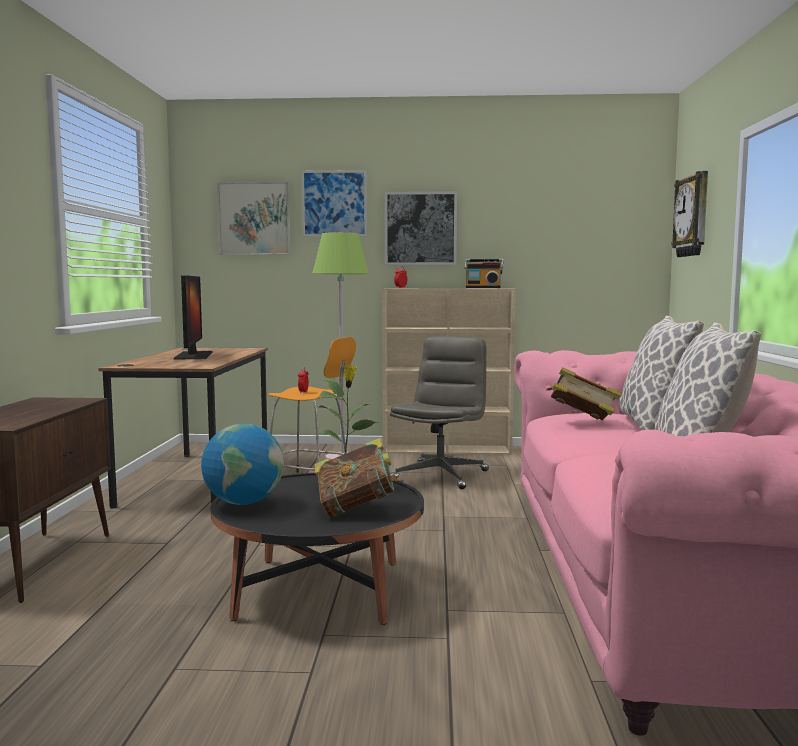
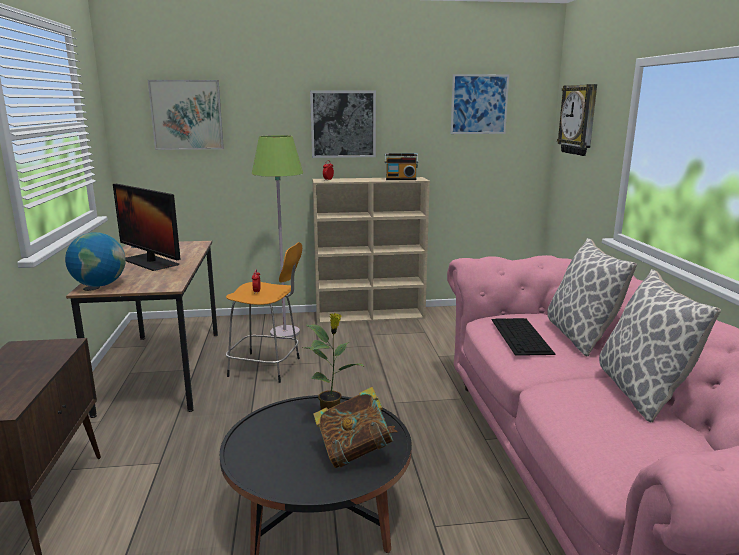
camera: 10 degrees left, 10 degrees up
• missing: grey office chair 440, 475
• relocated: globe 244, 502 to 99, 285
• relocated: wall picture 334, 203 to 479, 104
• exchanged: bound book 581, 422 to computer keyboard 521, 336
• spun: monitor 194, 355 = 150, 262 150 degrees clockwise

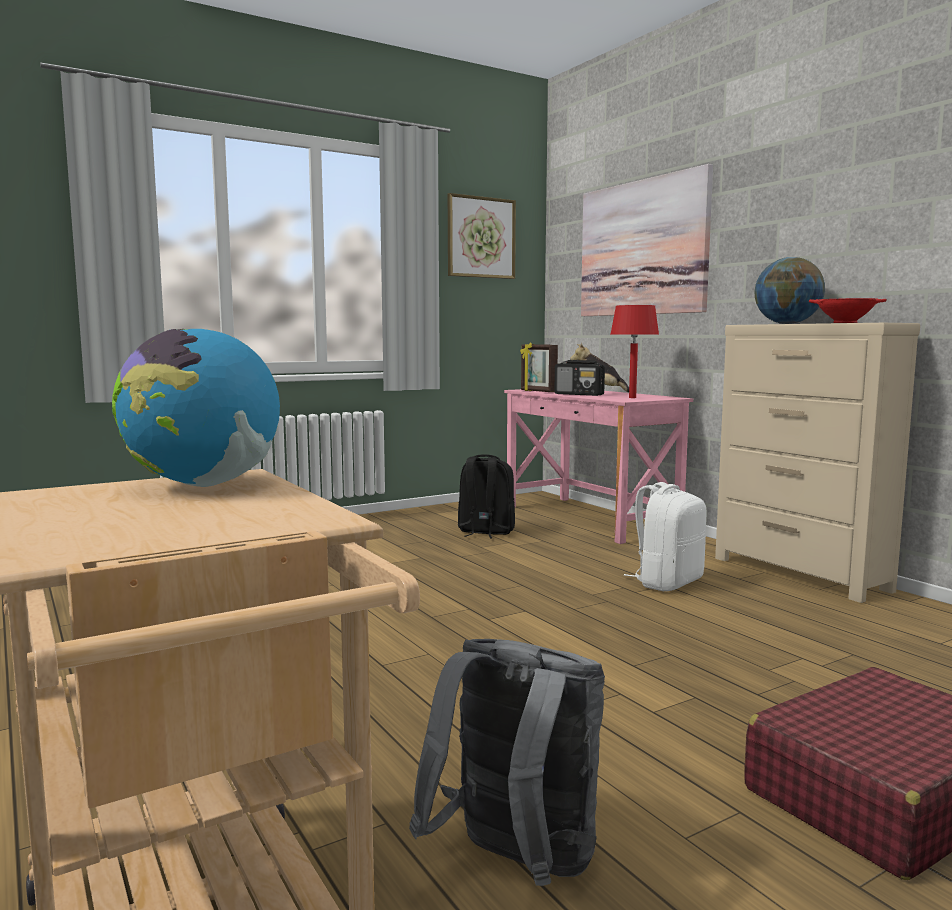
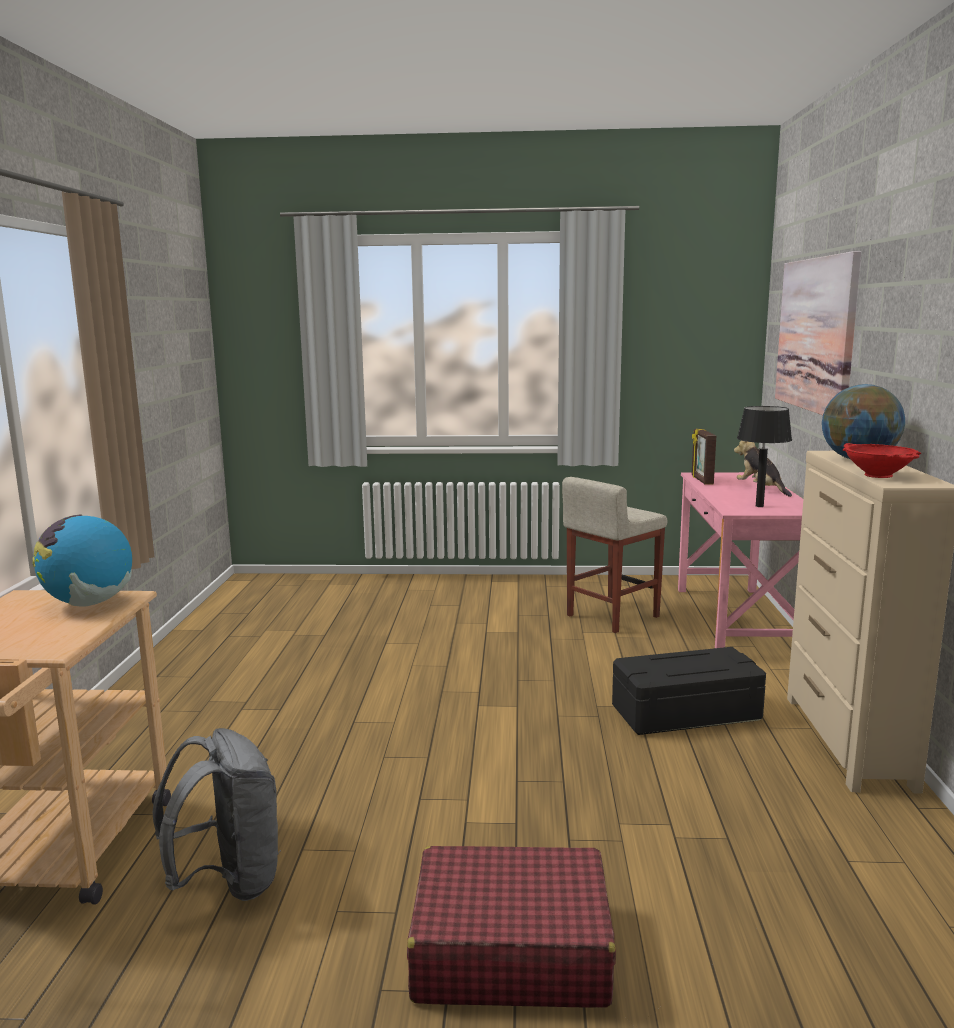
camera: 35 degrees right, 5 degrees up
• missing: wall picture 481, 237
• missing: radio 579, 394
• exchanged: black-coloured rucksack 485, 532 to beige-coloured stool 611, 616
• exchanged: white-coloured rucksack 667, 582 to black-coloured storage box 686, 712
• colour: reddish tabletop lamp 632, 397 to black-coloured tabletop lamp 760, 506

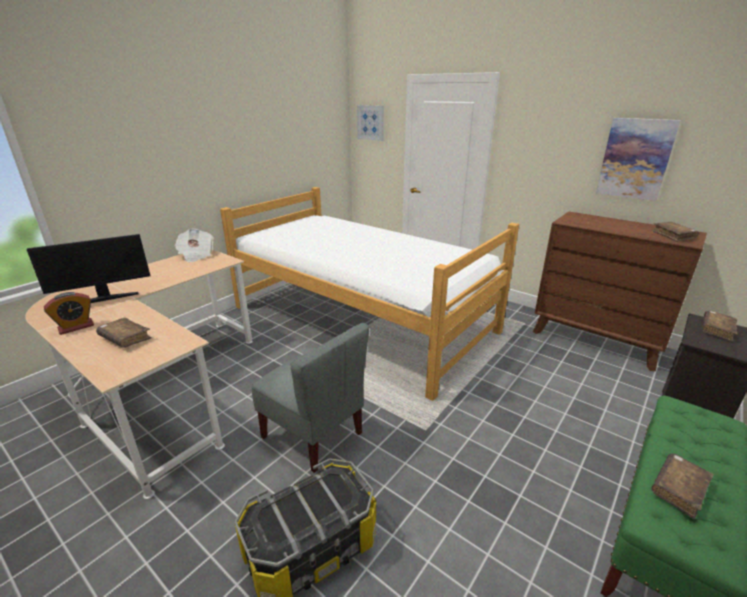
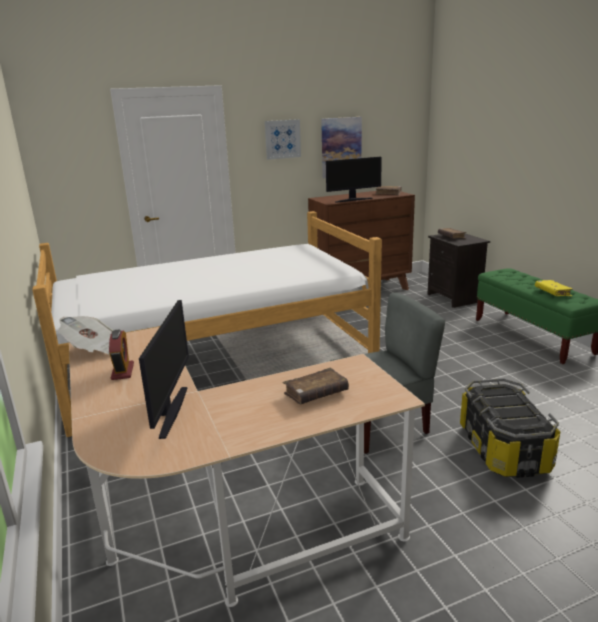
camera: 60 degrees left, 5 degrees down
• appeared: monitor 353, 200
• relocated: alarm clock 76, 327 to 122, 371
• relocated: wall picture 370, 122 to 282, 139
• colour: brownish bound book 678, 489 to yellow bound book 552, 292

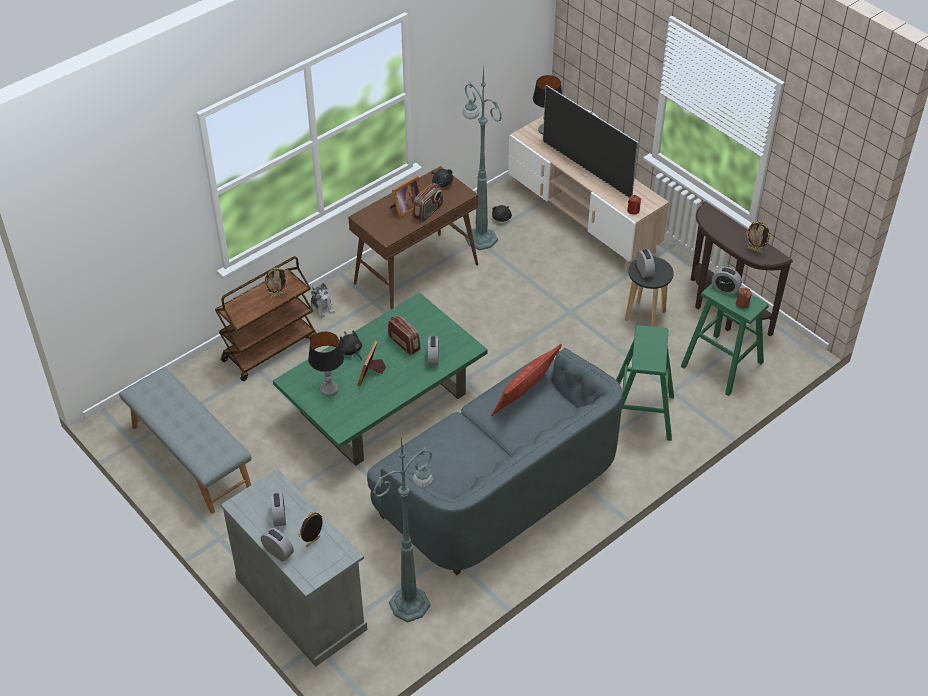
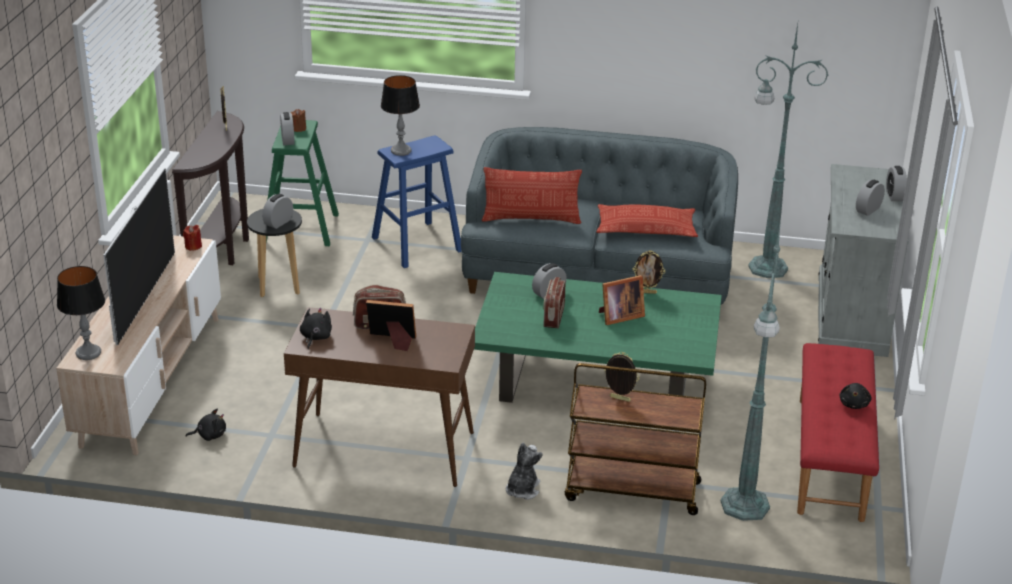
camera: 130 degrees left, 15 degrees down
• appeared: cushion 646, 228
• relocated: picture frame 313, 542 to 647, 292
• relocated: tabletop lamp 329, 389 to 401, 151
• relocated: black-coloured cuddly toy 351, 351 to 854, 404
• relocated: greenish standard lamp 480, 238 to 744, 506
• colour: grey long seat 190, 457 to reddish long seat 831, 458
• colour: greenish stool 641, 414 to bluish stool 417, 244

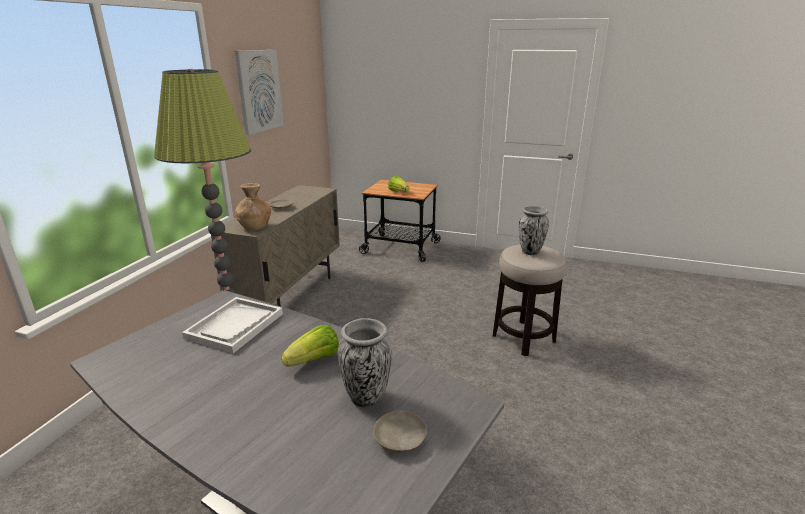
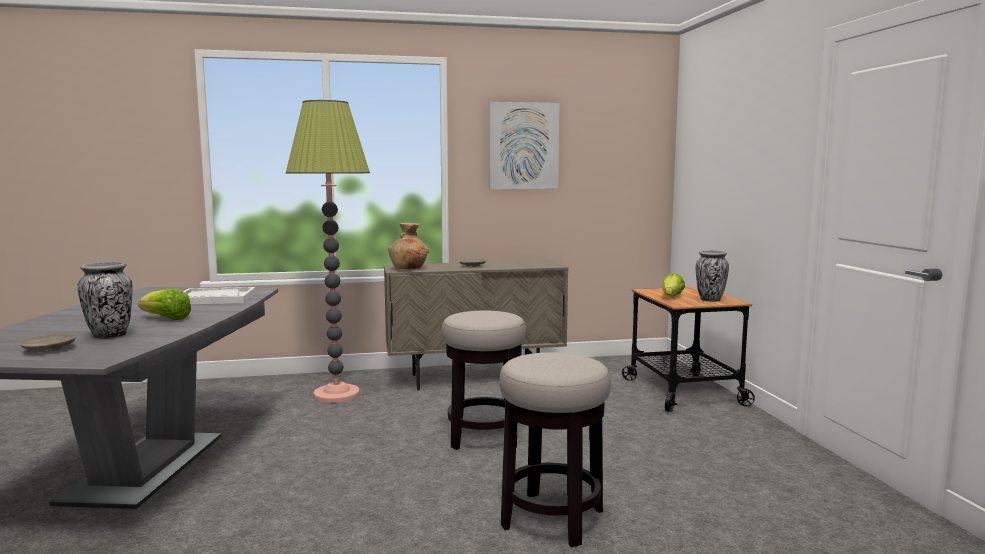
camera: 60 degrees right, 15 degrees down
• appeared: stool 484, 437
• relocated: decorative vase 530, 252 to 710, 300

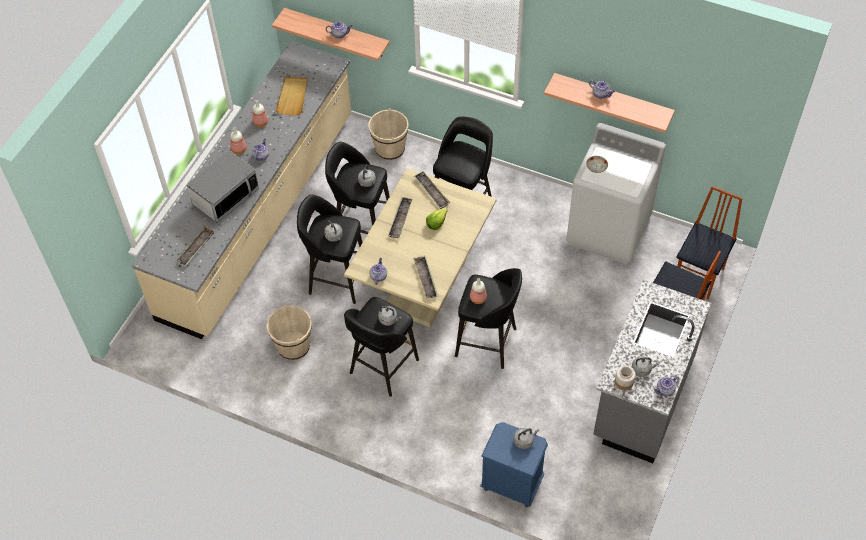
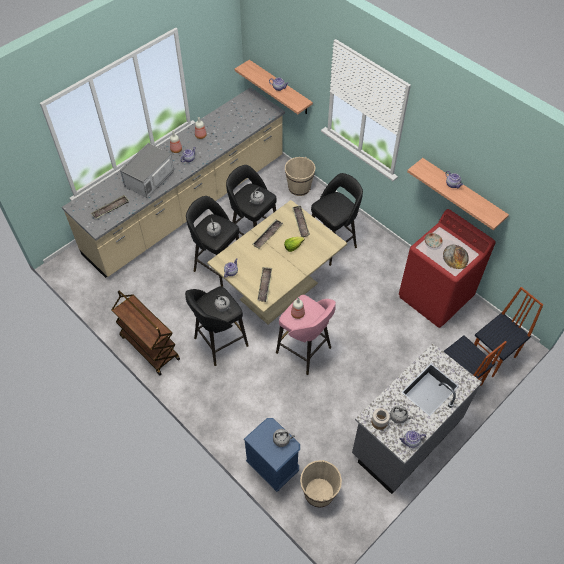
camera: 20 degrees right, 0 degrees up
• missing: beige-coloured tray 292, 97
• appeared: brownish wheeled cart 149, 347
• appeared: bakery bread 455, 257
• relocated: beige-coloured pail 293, 346 to 319, 493
• colour: black-coloured stool 488, 343 to pink-coloured stool 305, 351
• colour: white-coloured washing machine 609, 230 to reddish washing machine 435, 297
• spun: kitchen microwave 226, 197 = 150, 180 150 degrees clockwise

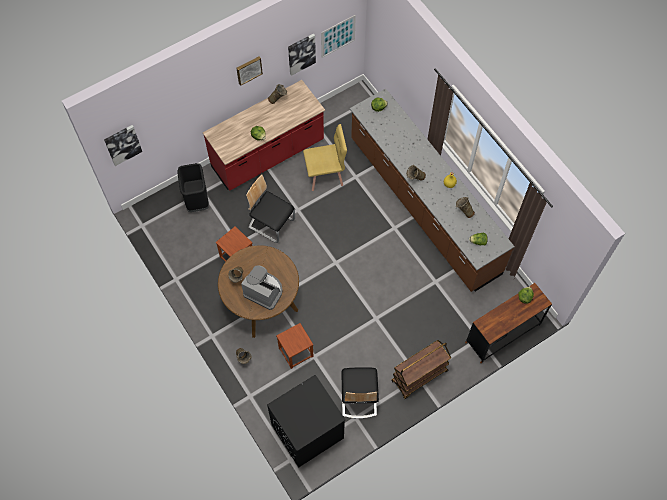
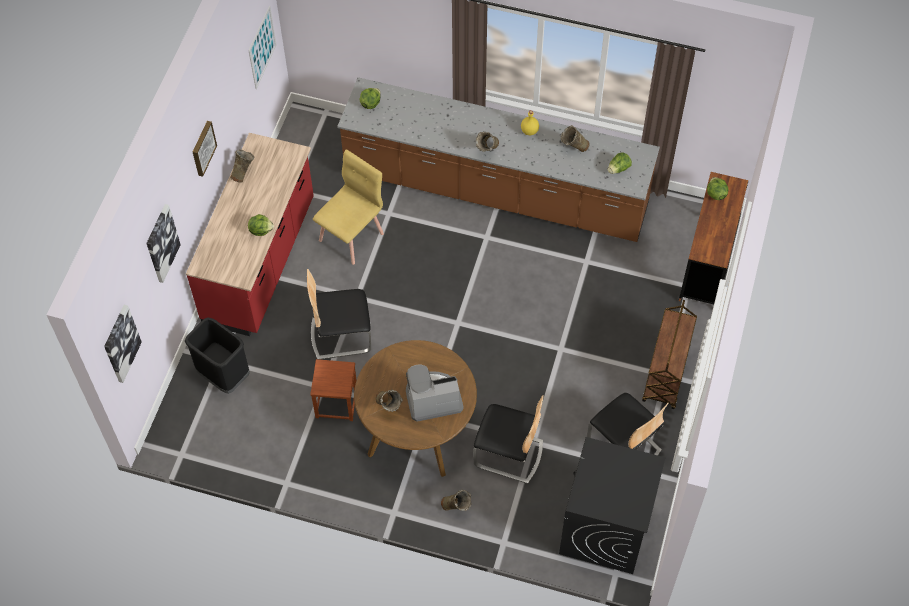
camera: 40 degrees left, 5 degrees down
• relocated: wall picture 301, 53 to 161, 243
• exchanged: brownish stool 296, 352 to plain chair 509, 454

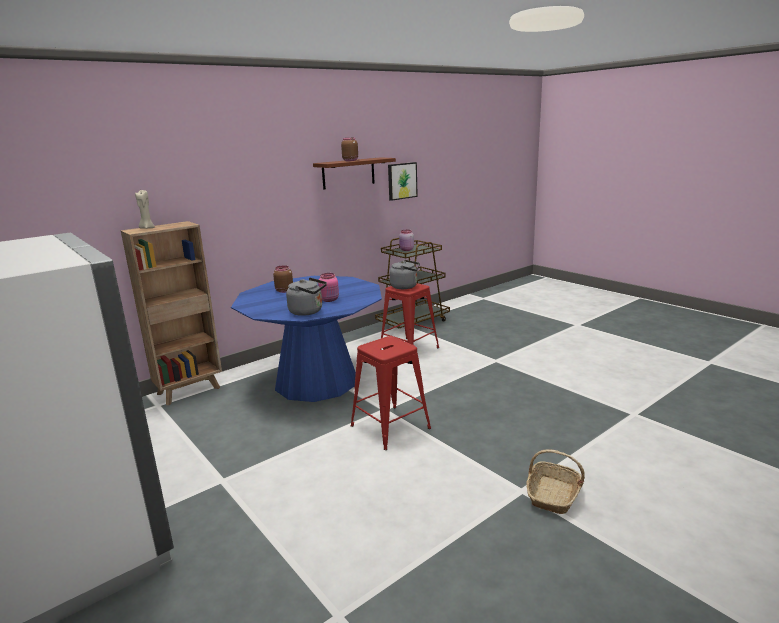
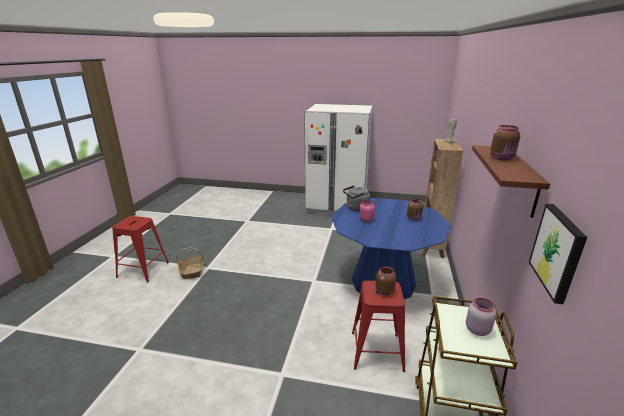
camera: 140 degrees right, 5 degrees up
• relocated: reddish stool 390, 427 to 143, 270
• exchanged: grey kettle 405, 286 to brownish storage jar 384, 291

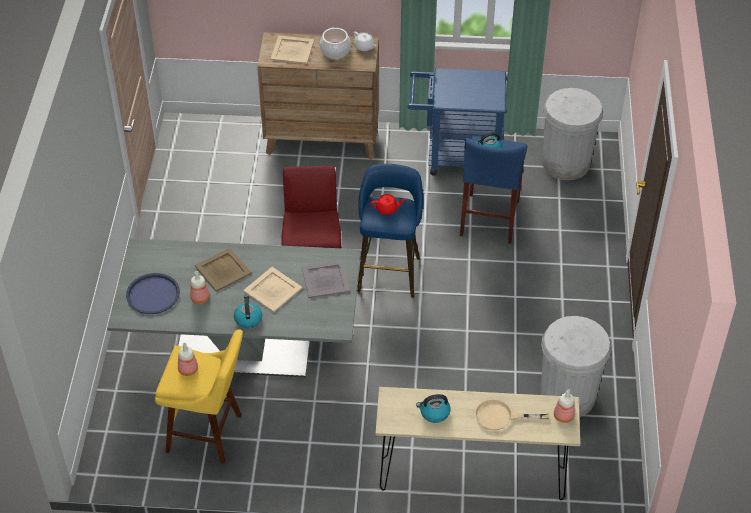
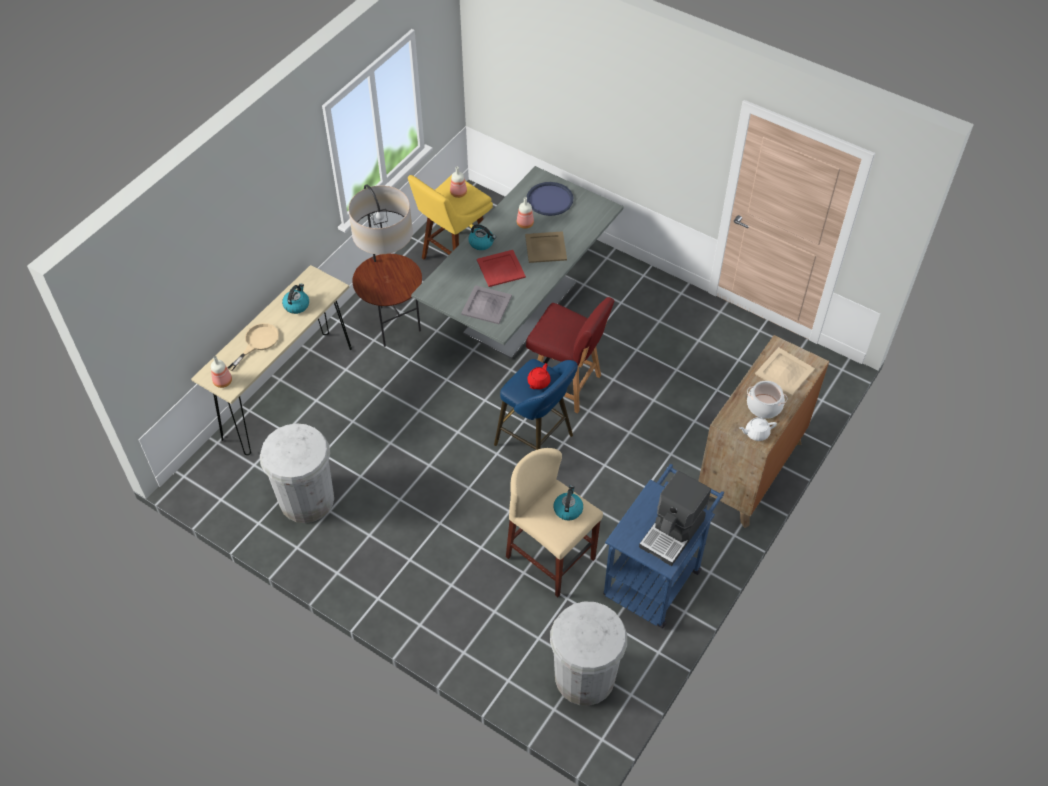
camera: 120 degrees right, 5 degrees up
• appeared: standard lamp 393, 324
• appeared: coffee maker 673, 533
• colour: beige-coloured tray 273, 290 to reddish tray 500, 269
• colour: bluish stool 490, 218 to beige-coloured stool 551, 558

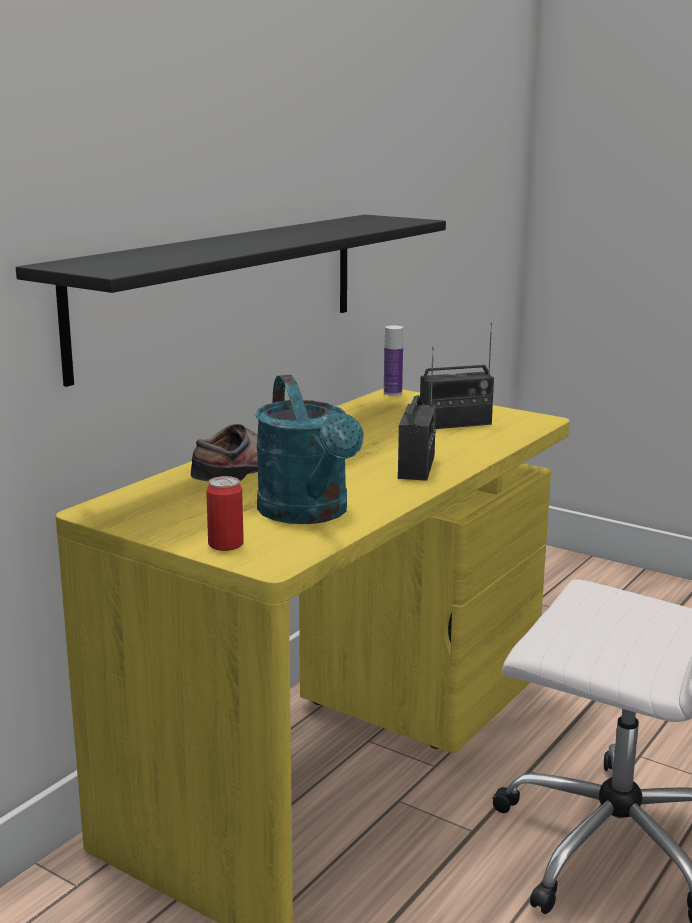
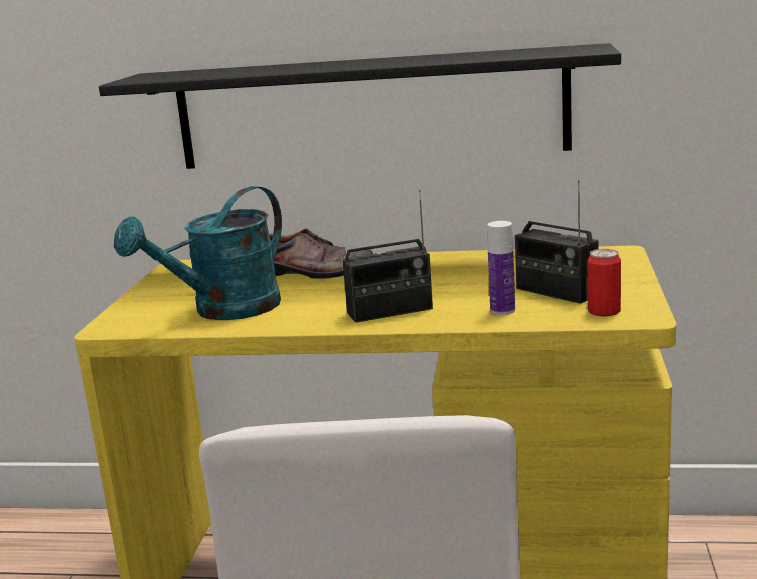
camera: 65 degrees right, 0 degrees up
• relocated: metal can 225, 544 to 604, 311
• relocated: bottle 392, 393 to 502, 310

